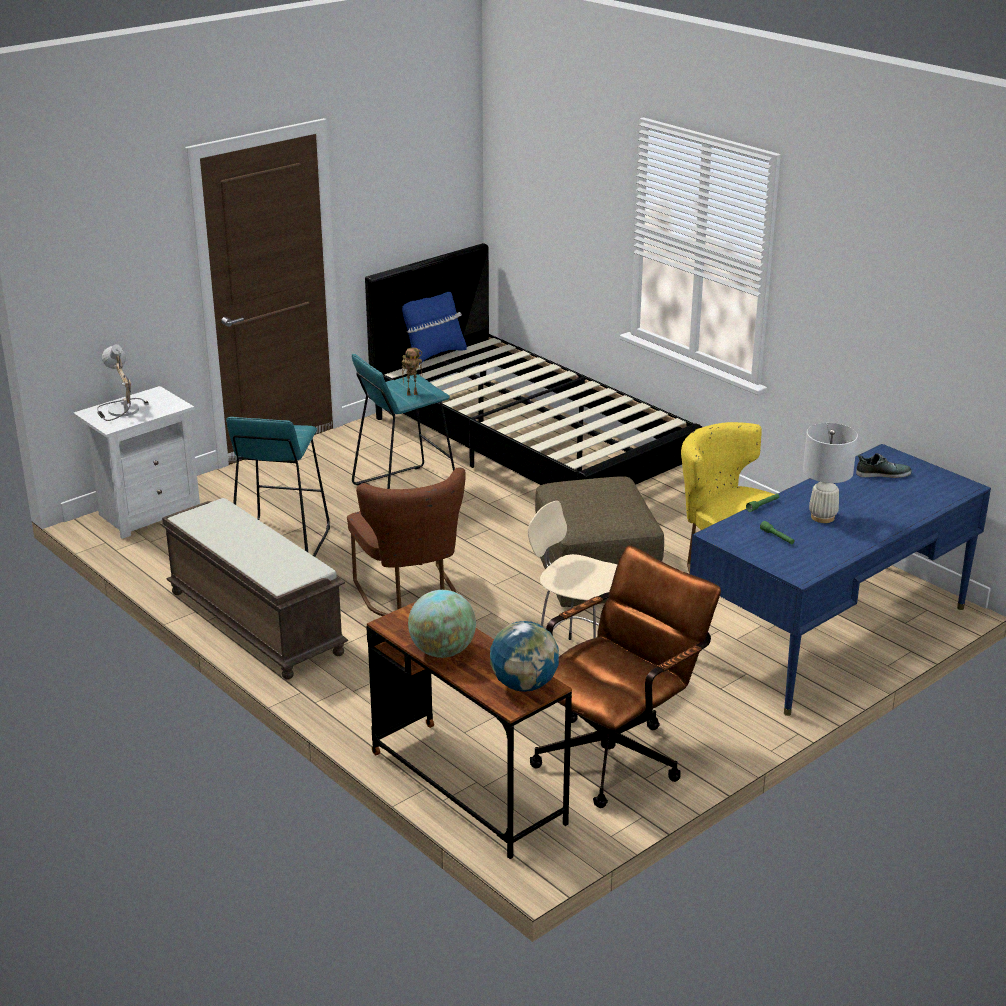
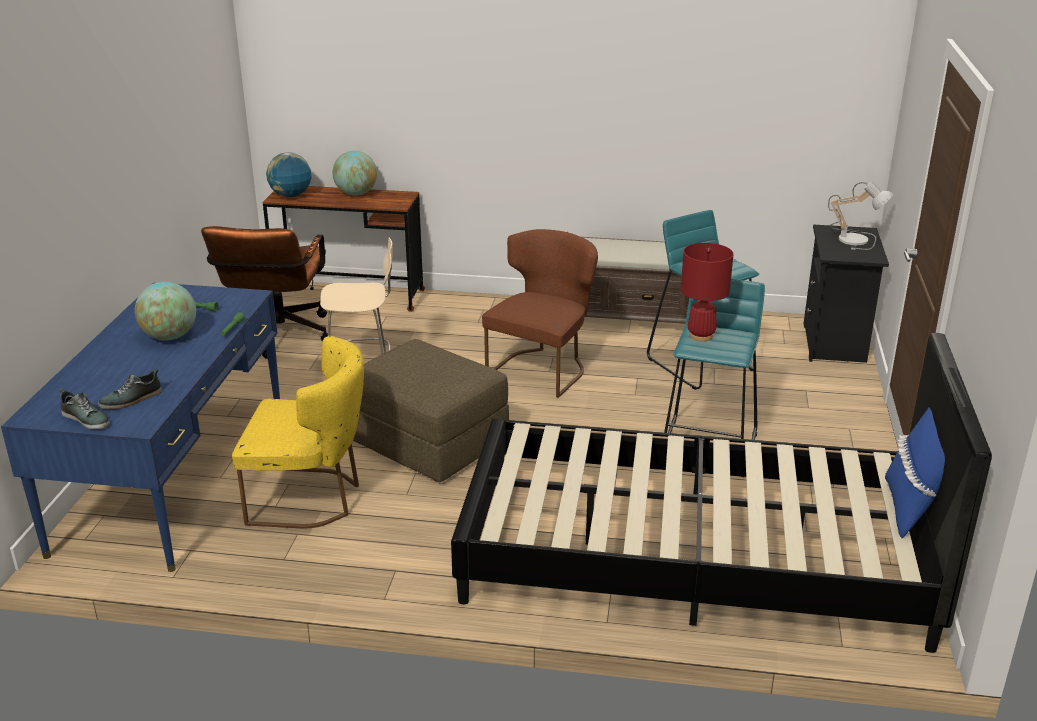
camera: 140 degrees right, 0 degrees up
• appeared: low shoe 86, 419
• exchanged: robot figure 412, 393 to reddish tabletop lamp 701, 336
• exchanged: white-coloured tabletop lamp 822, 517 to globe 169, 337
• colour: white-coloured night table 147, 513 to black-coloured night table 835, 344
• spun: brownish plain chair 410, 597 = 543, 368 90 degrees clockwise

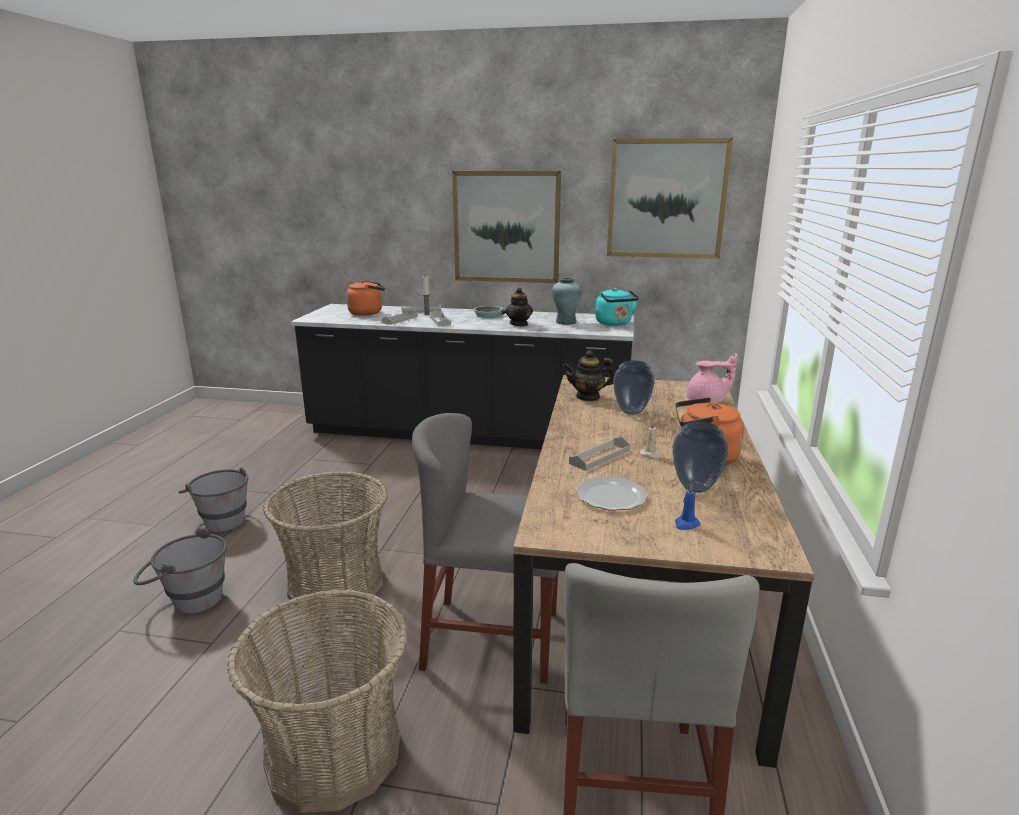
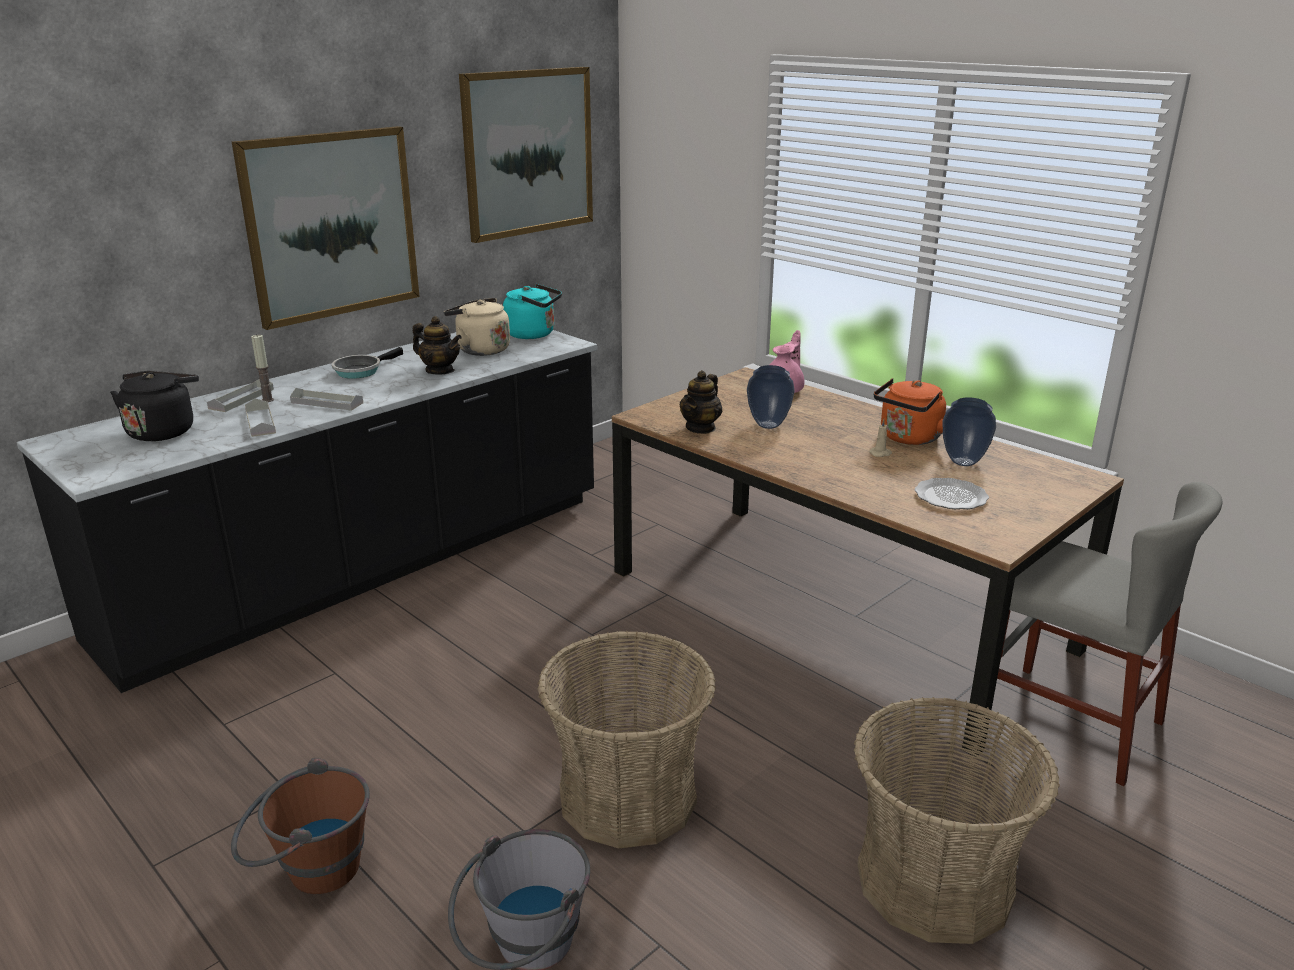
camera: 55 degrees left, 5 degrees up
• missing: grey plain chair 492, 639
• missing: grey tray 600, 457
• missing: bluish wax light 686, 524
• exchanged: turquoise decorative vase 566, 322 to beige-coloured kettle 480, 350
• colour: grey pail 221, 519 to brownish pail 309, 870
• colour: orange-coloured kettle 368, 313 to black-coloured kettle 163, 431

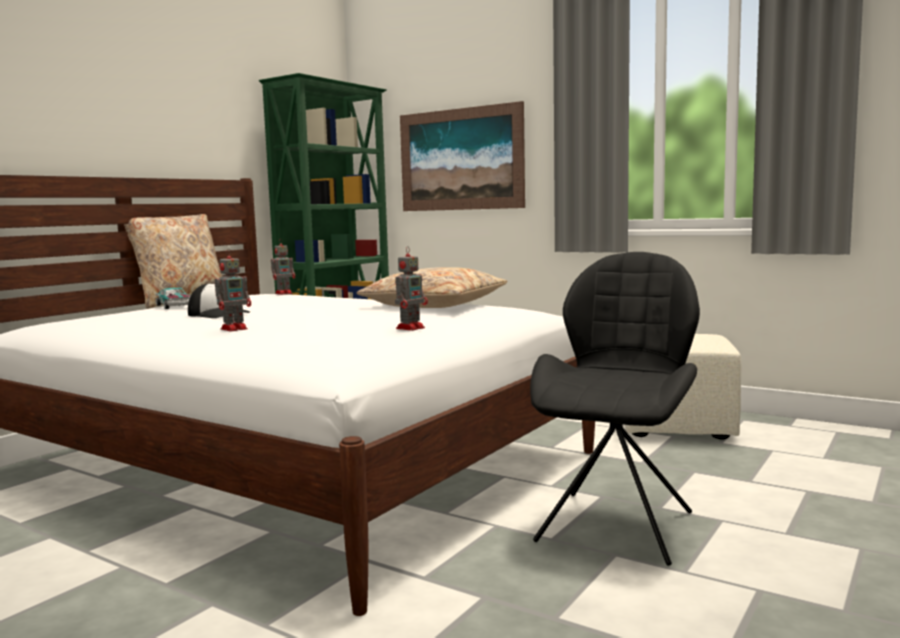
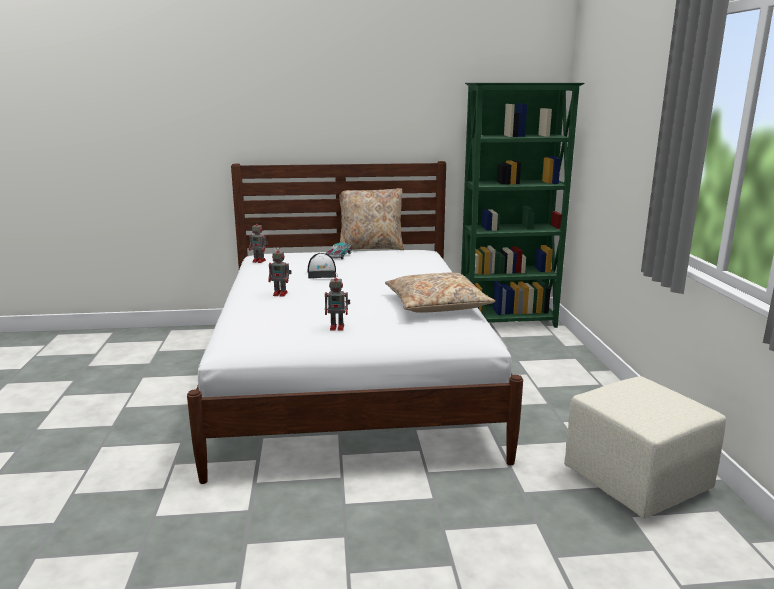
camera: 50 degrees right, 10 degrees up
• missing: wall picture 460, 159
• missing: black-coloured plain chair 617, 524
• relocated: robot figure 284, 293 to 259, 261

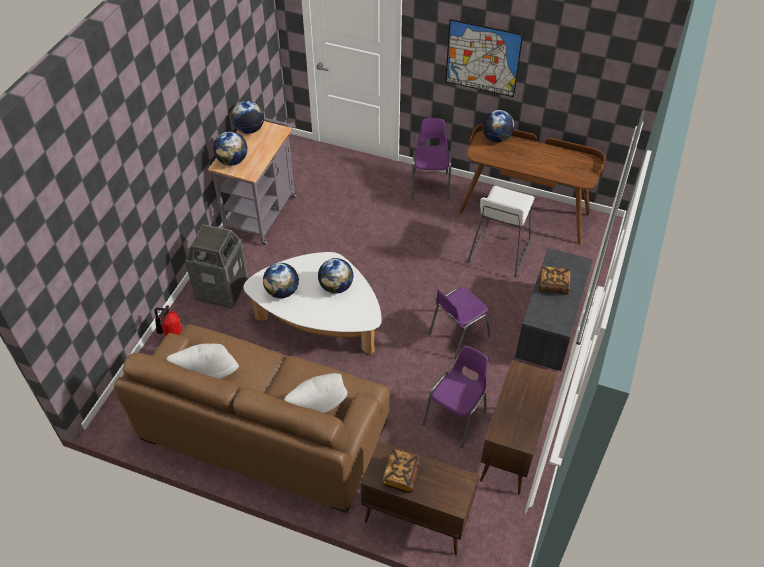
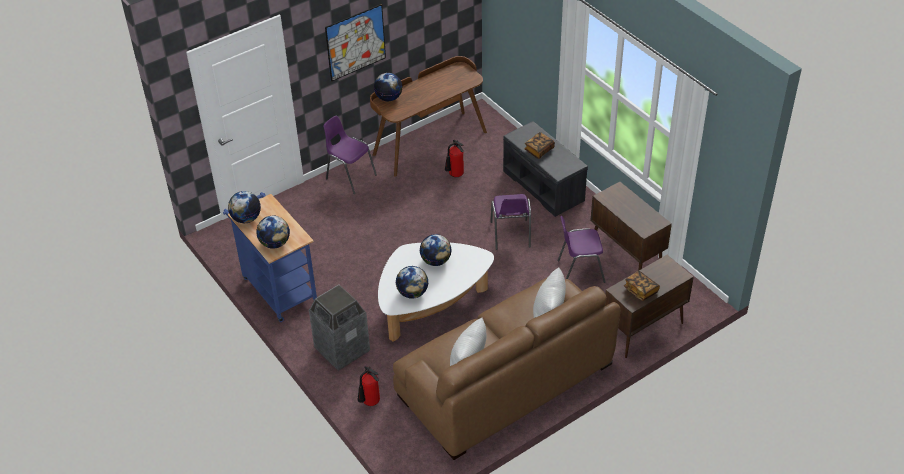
camera: 55 degrees left, 5 degrees down
• exchanged: white-coloured stool 499, 252 to extinguisher 455, 175
• colour: grey wheeled cart 263, 211 to bluish wheeled cart 277, 287
• spun: purplish plain chair 456, 417 = 579, 271 75 degrees counterclockwise

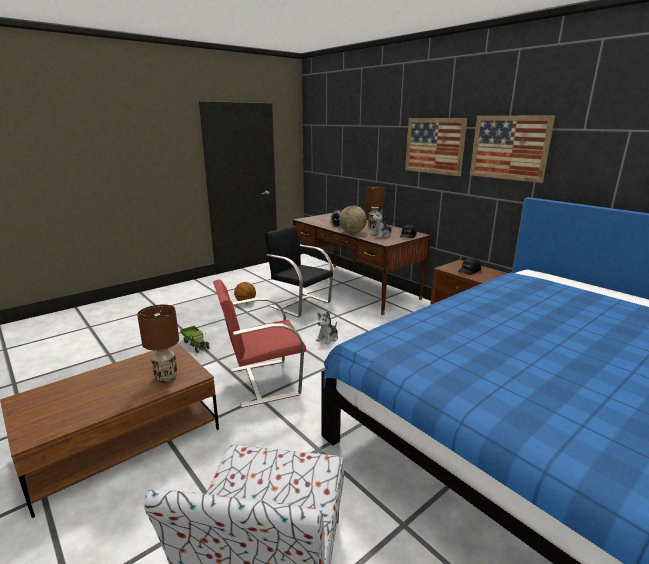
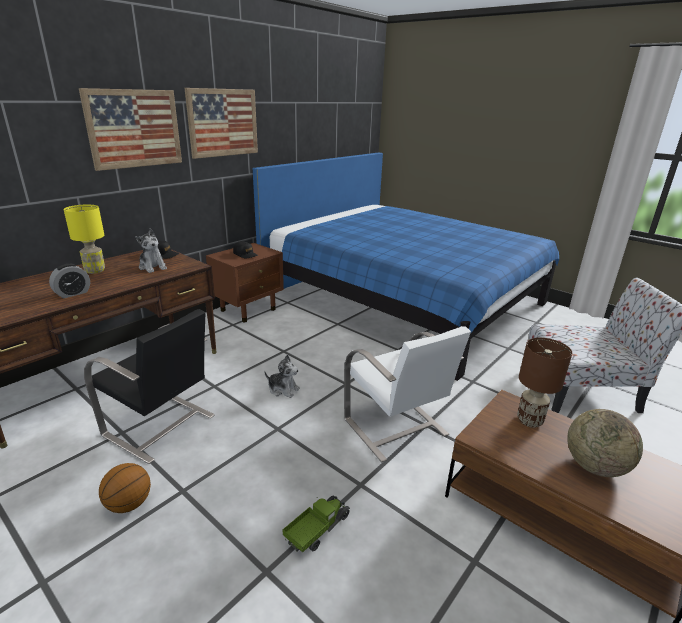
camera: 100 degrees left, 5 degrees up
• relocated: globe 352, 233 to 594, 466
• colour: reddish plain chair 262, 382 to white-coloured plain chair 396, 428
• colour: brownish tabletop lamp 373, 226 to yellow tabletop lamp 94, 271
• spun: black-coloured plain chair 299, 304 = 160, 426 90 degrees counterclockwise

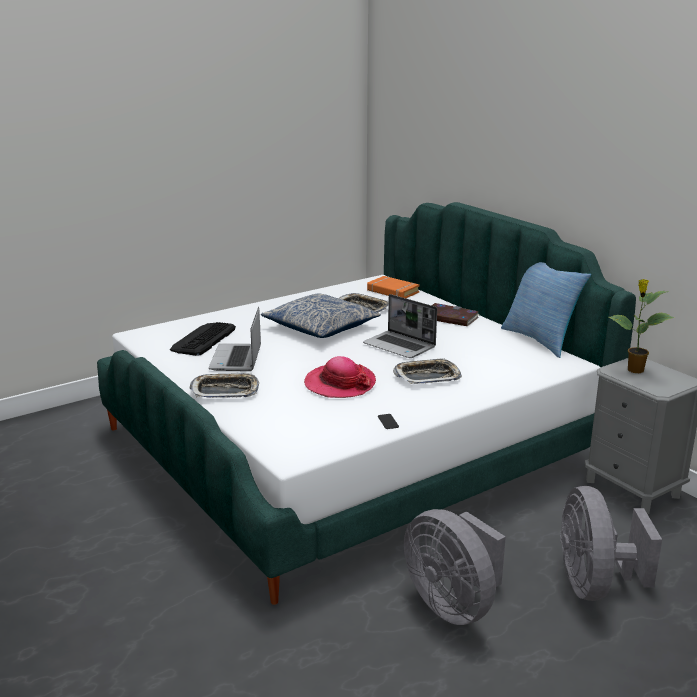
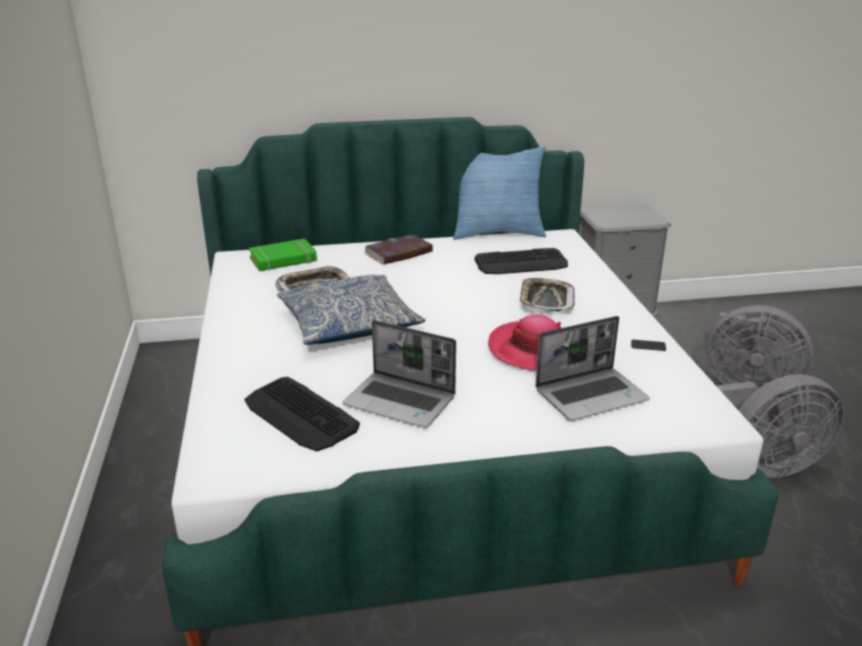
camera: 65 degrees left, 5 degrees up
• missing: tray 225, 391
• missing: houseplant 634, 370
• appeared: computer keyboard 521, 263
• relocated: portable computer 400, 346 to 591, 395
• colour: orange-coloured bound book 392, 291 to greenish bound book 283, 260

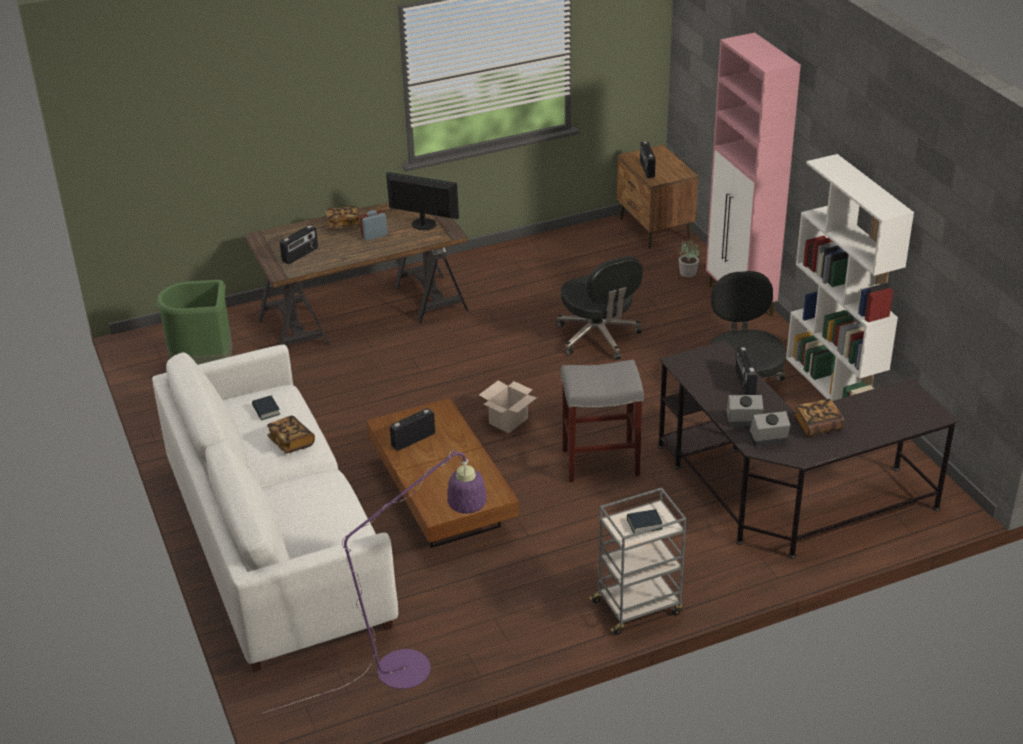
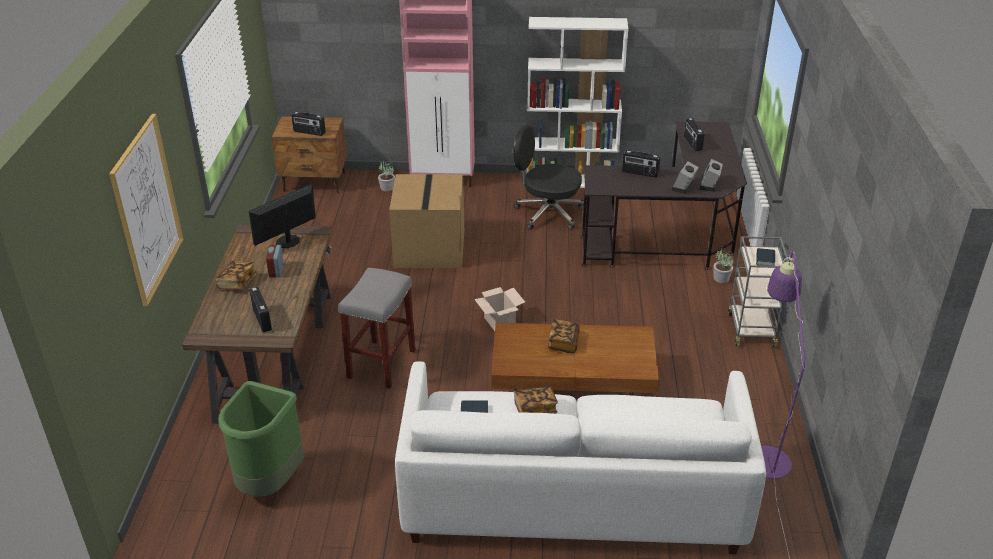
camera: 65 degrees left, 0 degrees up
• appeared: wall picture 147, 209
• appeared: houseplant 721, 278
• relocated: radio 413, 440 to 692, 143
• relocated: grey stool 599, 462 to 381, 364
• relocated: bound book 817, 426 to 563, 343
• exchanged: black-coloured office chair 598, 338 to packing box 430, 249

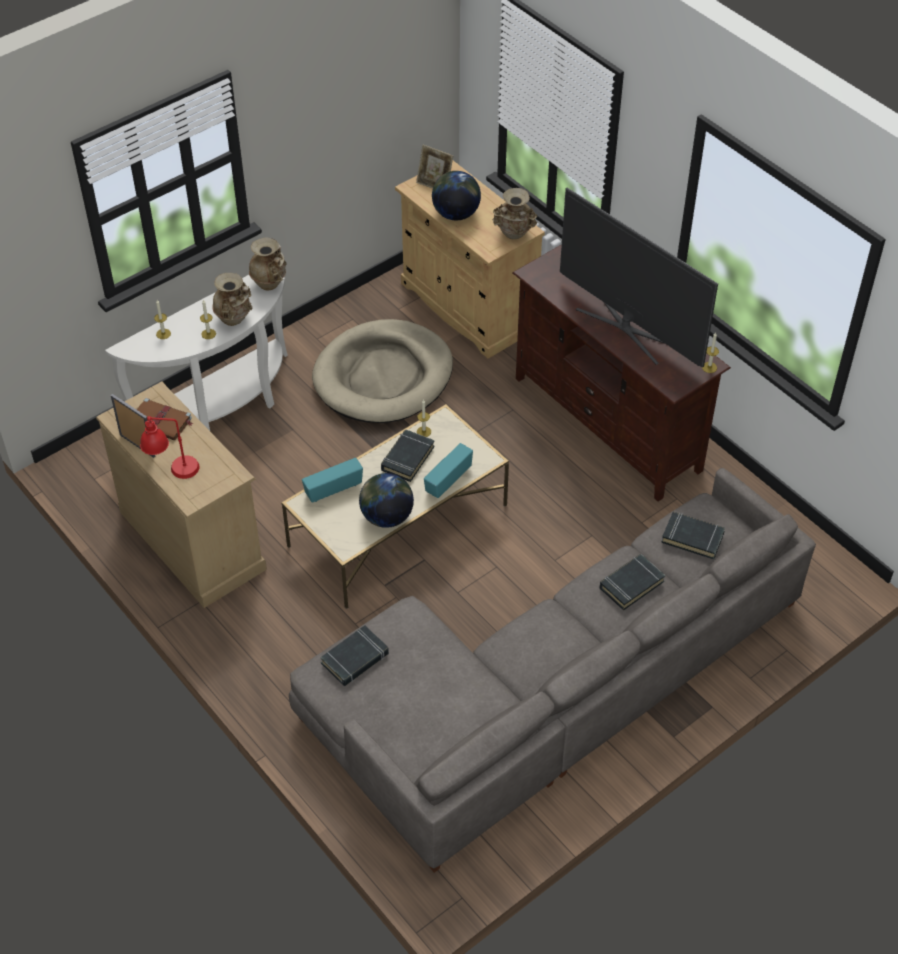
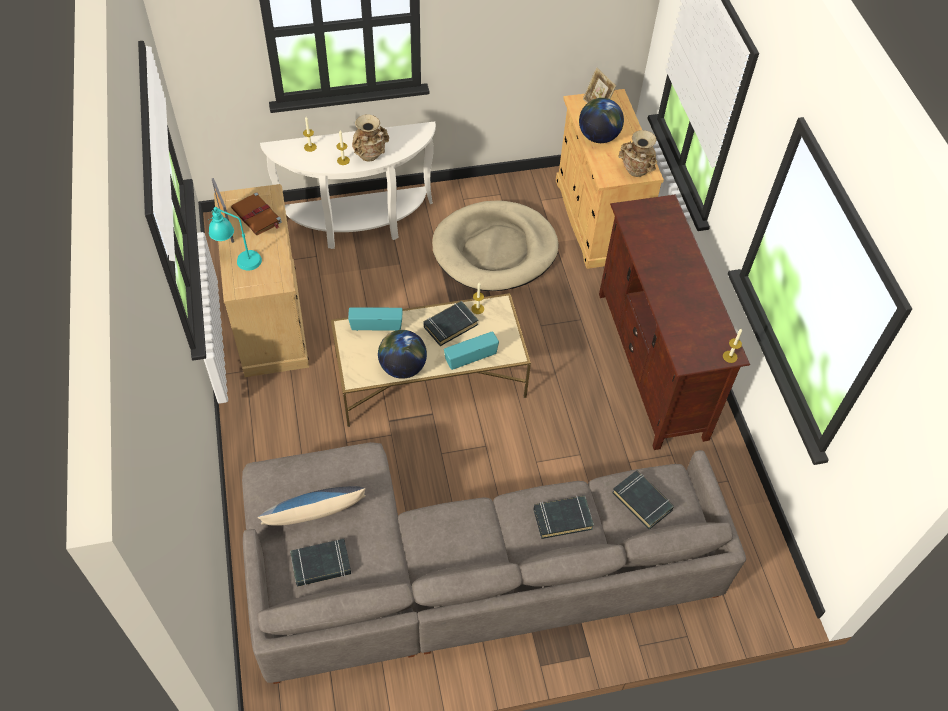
camera: 25 degrees right, 5 degrees up
• missing: beige-coloured decorative vase 270, 283
• missing: TV set 628, 328
• appeared: cushion 315, 517
• relocated: black-coloured bound book 355, 659 to 321, 565
• colour: reddish tabletop lamp 172, 471 to turquoise tabletop lamp 238, 259

